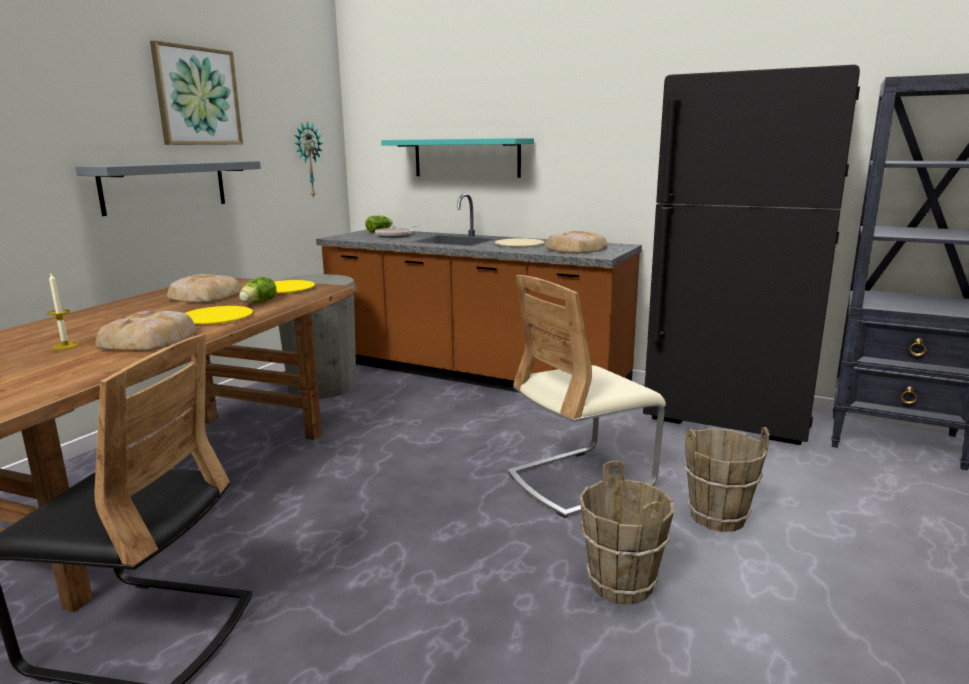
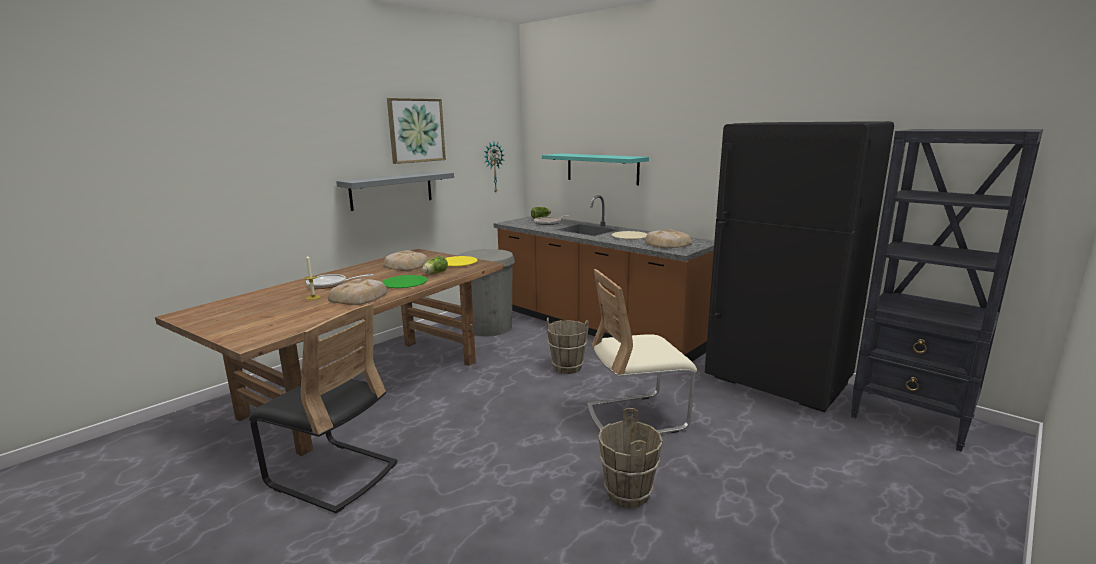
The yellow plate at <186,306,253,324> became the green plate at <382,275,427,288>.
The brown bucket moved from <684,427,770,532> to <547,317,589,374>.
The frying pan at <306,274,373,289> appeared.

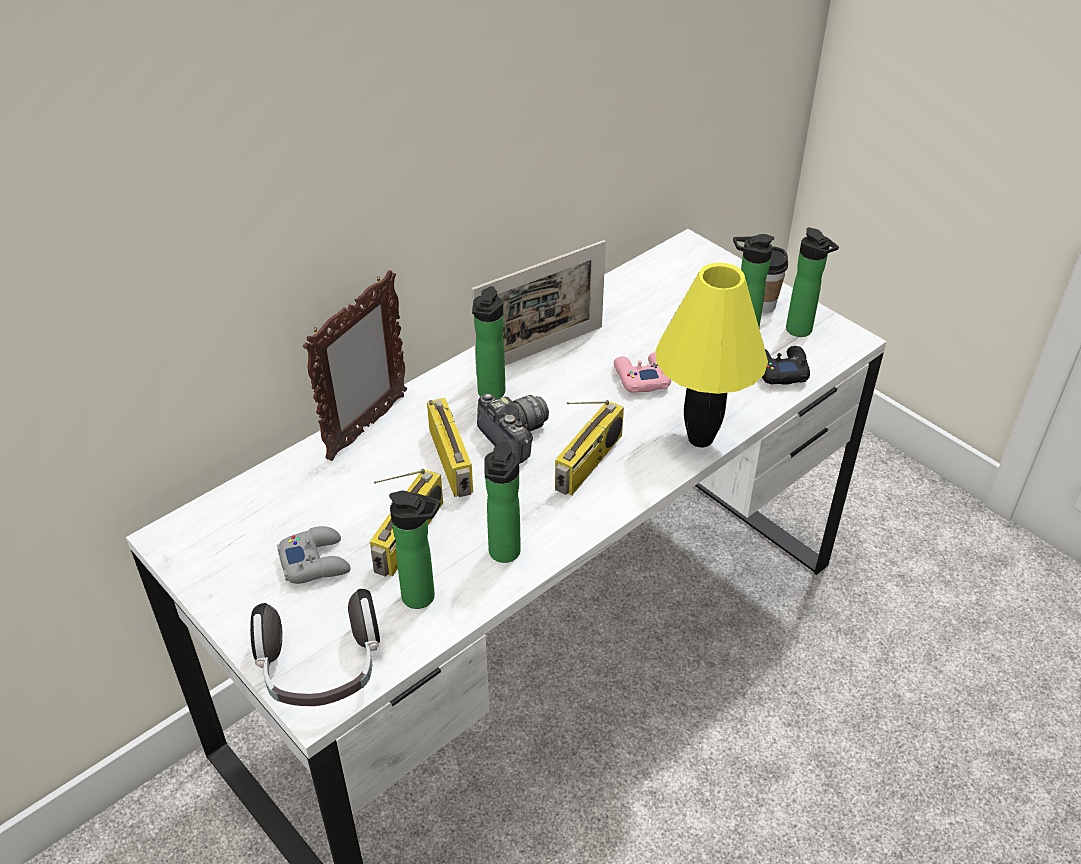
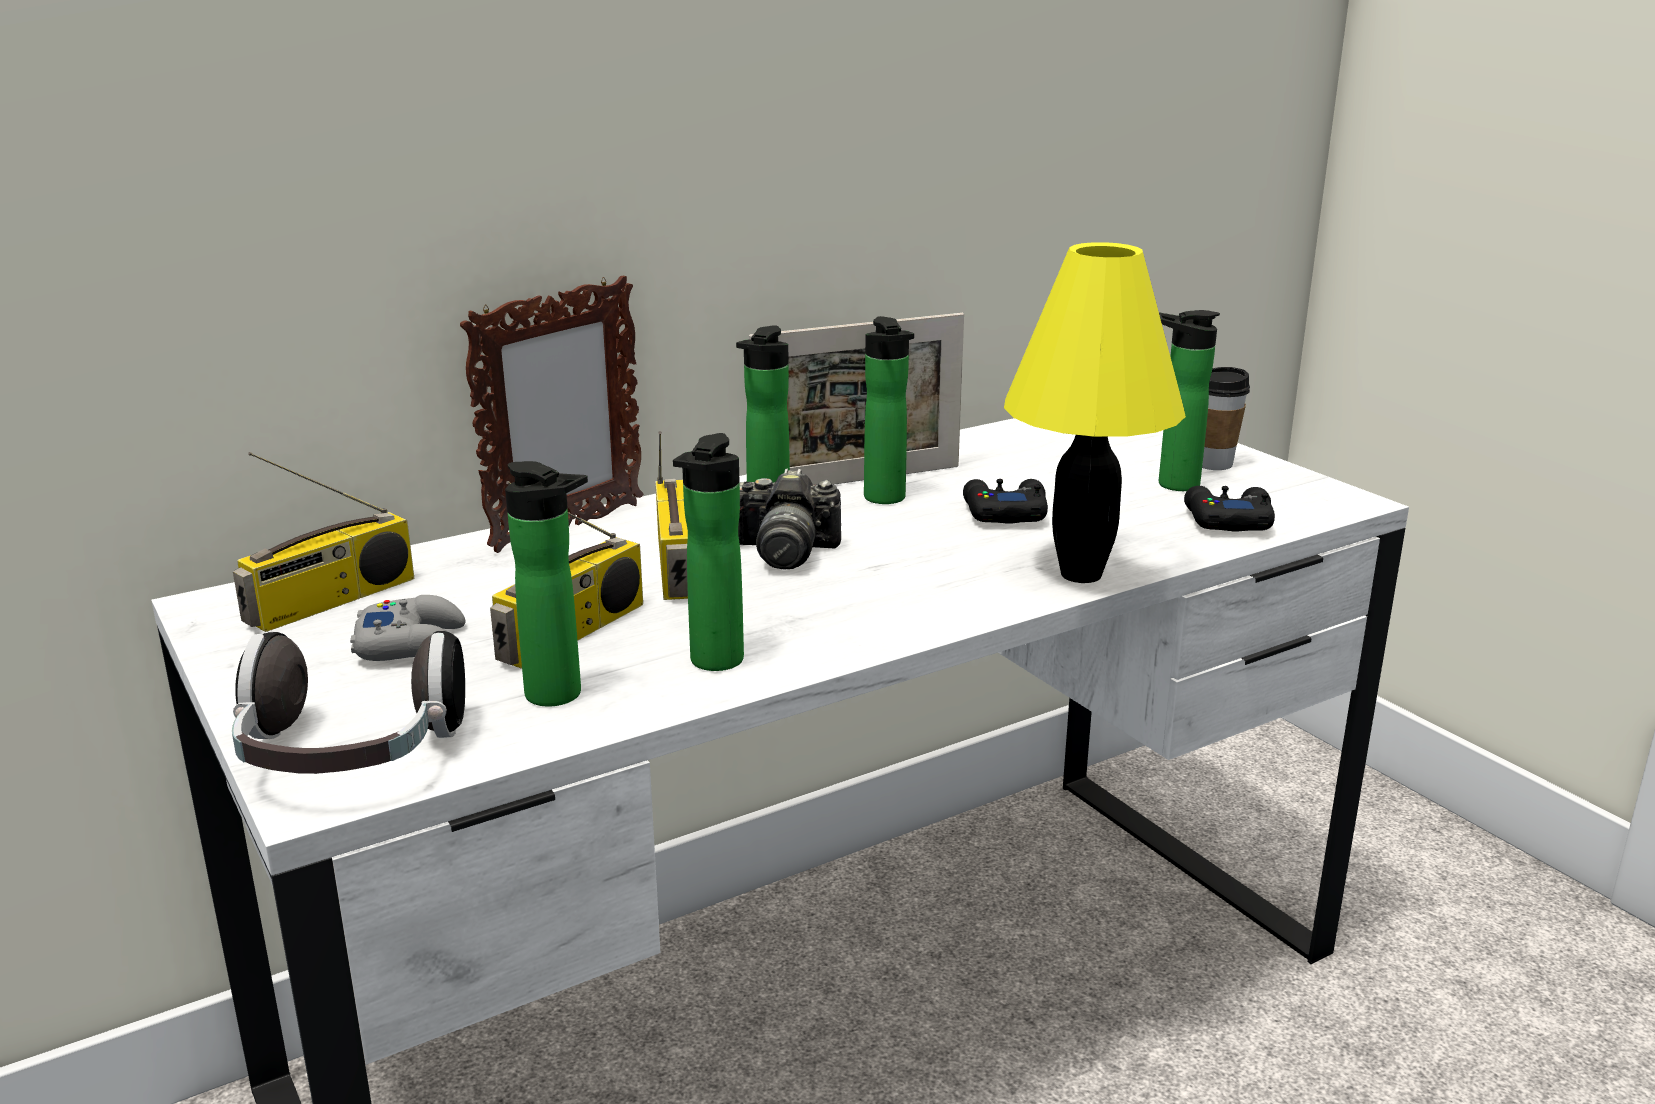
The photo camera at <477,393,549,464> turned 120 degrees clockwise.
The radio moved from <555,400,624,495> to <233,452,414,632>.
The pink game controller at <614,352,671,393> became the black game controller at <963,479,1048,524>.
The bottle moved from <786,228,839,337> to <864,316,914,504>.

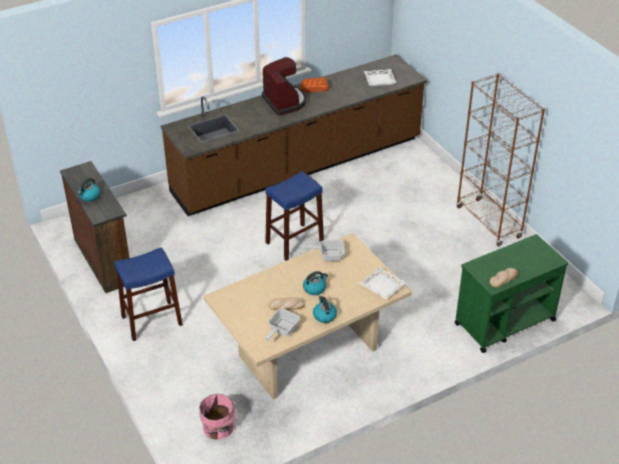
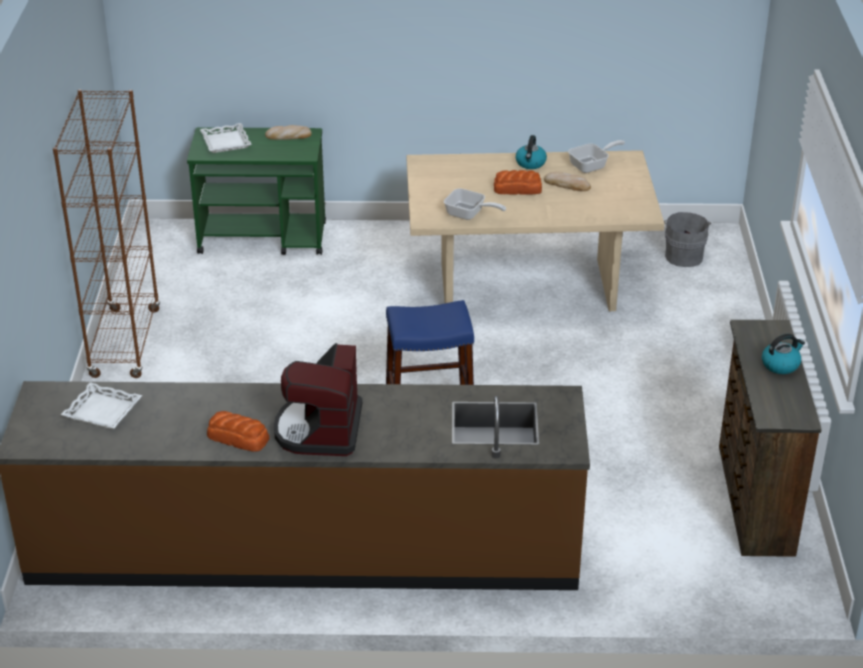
The blue stool at <114,247,183,341> disappeared.
The pink bucket at <199,394,237,440> became the grey bucket at <664,212,711,267>.
The kettle at <303,271,328,295> was replaced by the bread at <494,170,542,195>.
The white tray moved from <359,267,407,299> to <200,123,252,153>.

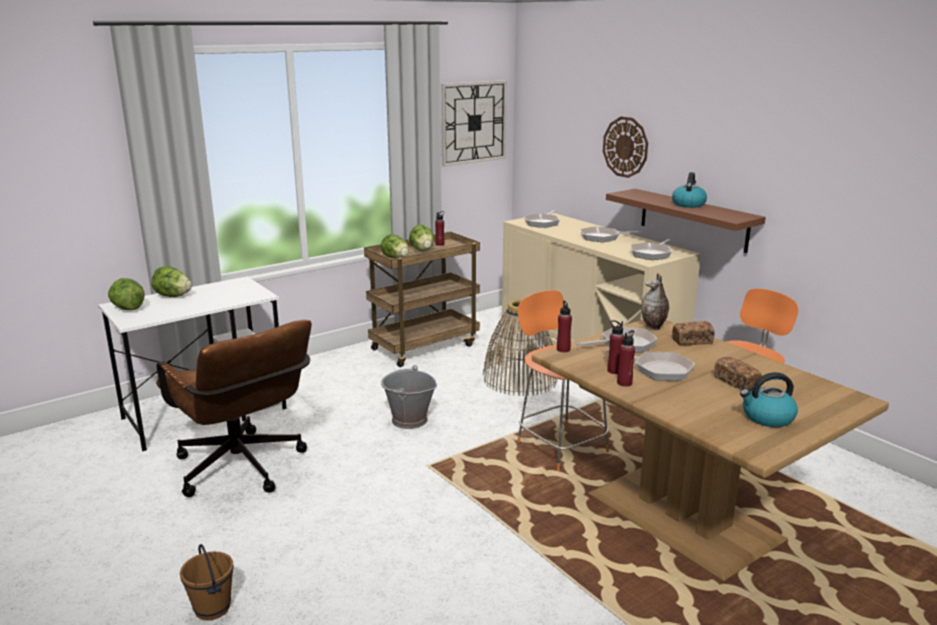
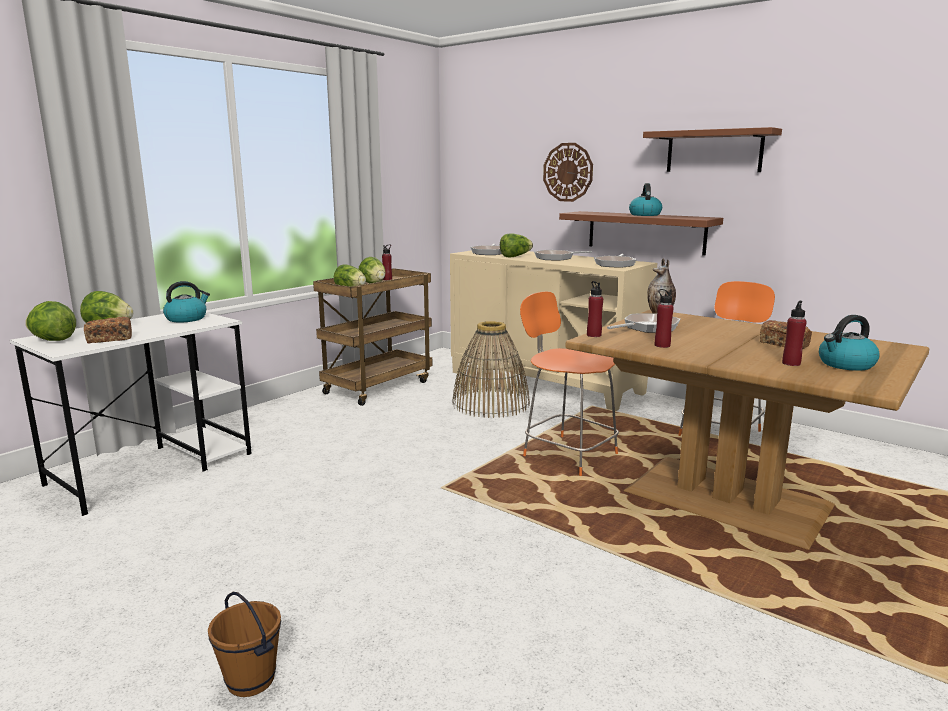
The brown office chair at <156,320,312,497> disappeared.
The grey bucket at <381,365,437,429> disappeared.
The wall clock at <441,80,507,167> disappeared.
The frying pan at <606,350,695,381> disappeared.
The red bottle moved from <617,330,635,387> to <782,301,807,366>.
The bread moved from <672,321,715,346> to <84,317,132,344>.
The kettle at <163,281,210,322> appeared.
The lettuce at <500,233,533,257> appeared.
The brown shelf at <643,127,782,172> appeared.

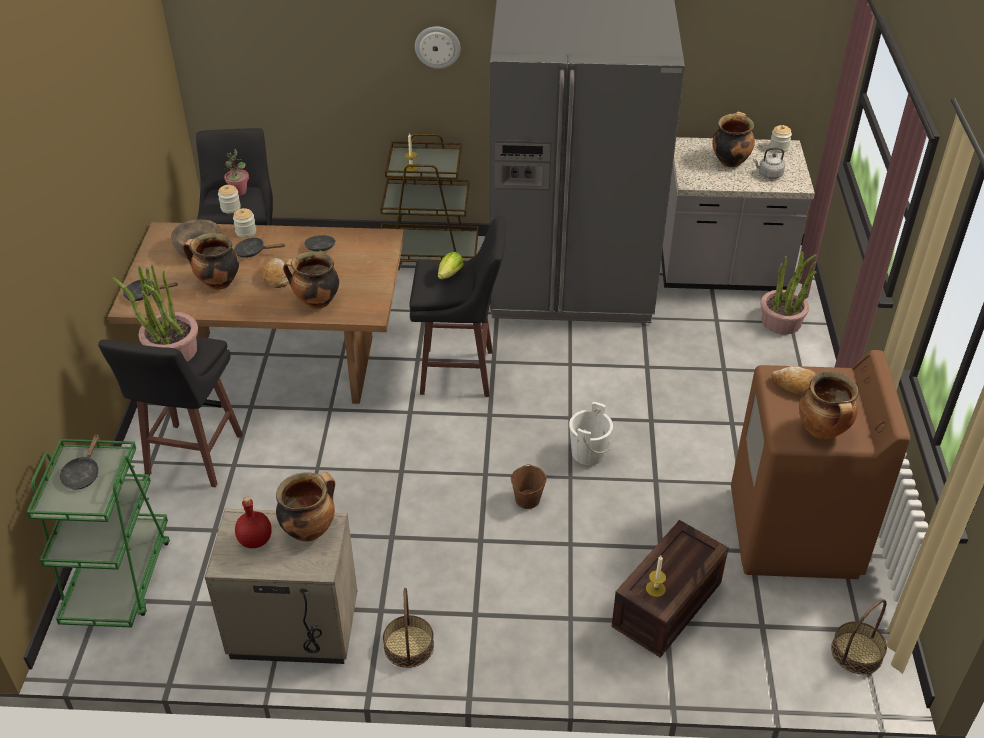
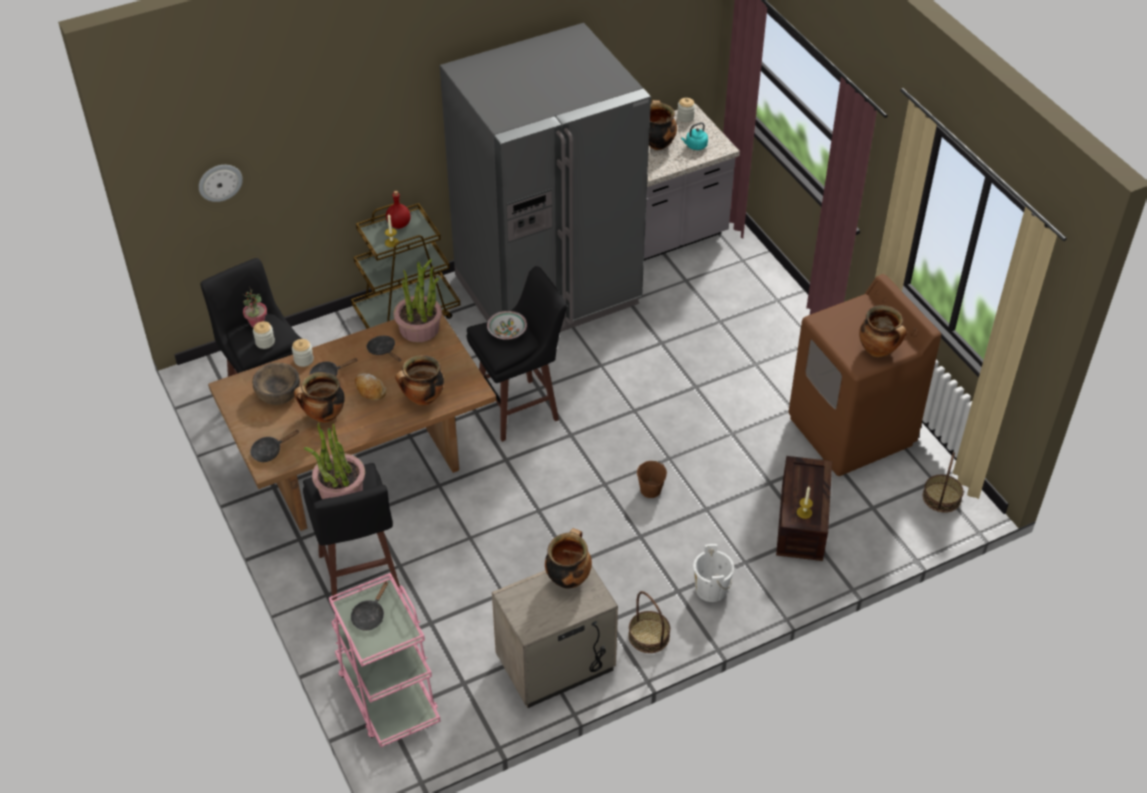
The green cart at <27,439,170,628> became the pink cart at <329,573,440,747>.
The black frying pan at <59,434,99,490> turned 45 degrees clockwise.
The red bottle moved from <235,497,272,548> to <386,191,411,229>.
The wall clock moved from <415,26,461,69> to <199,165,243,202>.
The lettuce at <438,252,464,279> was replaced by the bowl at <487,311,527,340>.
The white bucket moved from <569,402,613,465> to <693,544,734,602>.
The grey kettle at <753,147,785,179> became the turquoise kettle at <681,122,708,150>.
The potted plant moved from <760,252,817,334> to <393,259,442,342>.
The bread at <771,366,816,395> disappeared.

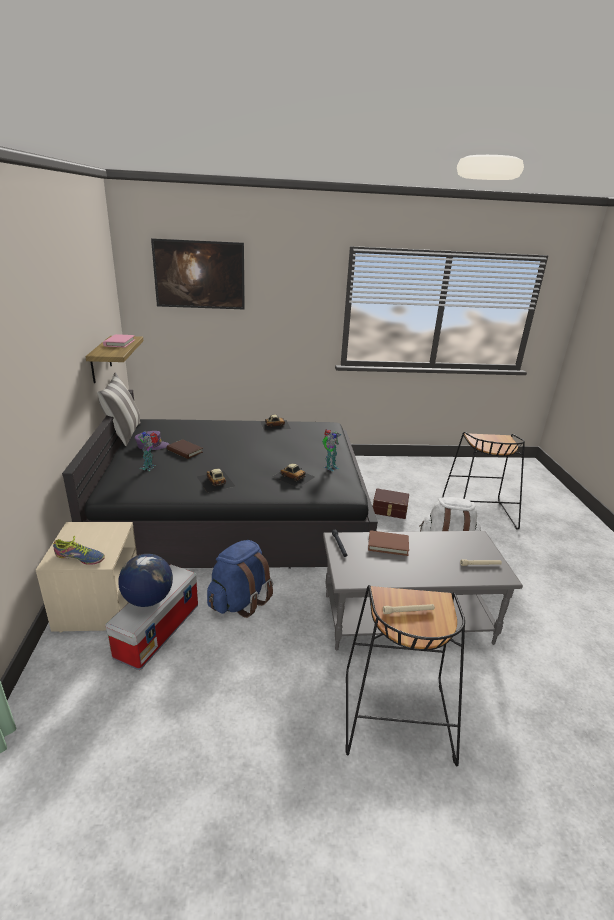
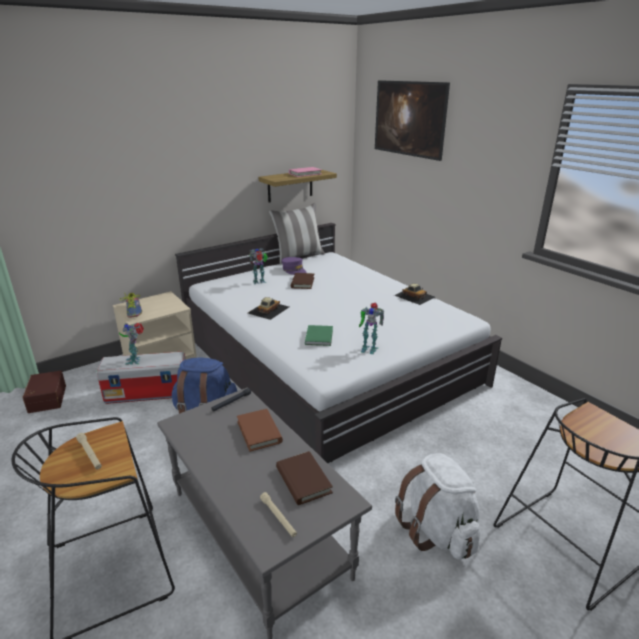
The black bed at <62,390,378,569> became the white bed at <175,223,502,463>.
The globe at <118,554,173,607> was replaced by the toy robot at <119,323,144,365>.
The toy car at <272,464,315,488> was replaced by the green book at <305,325,333,346>.
The brown storage box moved from <373,489,409,519> to <22,371,66,413>.
The brown book at <276,451,333,505> appeared.

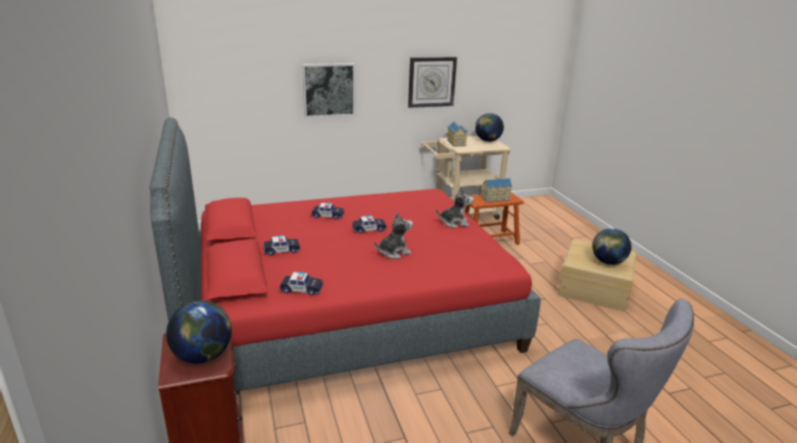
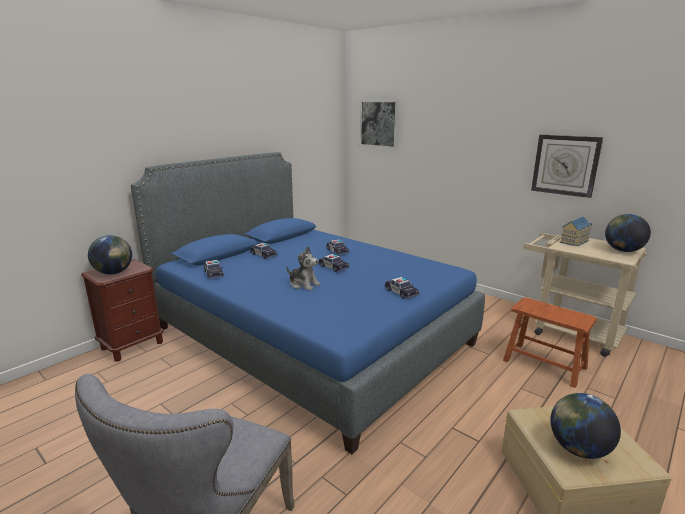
The red bed at <150,117,541,392> became the blue bed at <131,152,485,454>.
The picture moved from <302,63,355,118> to <360,100,399,148>.
The plush toy at <436,187,474,228> was replaced by the toy car at <384,277,419,299>.
The toy house at <482,178,512,202> disappeared.

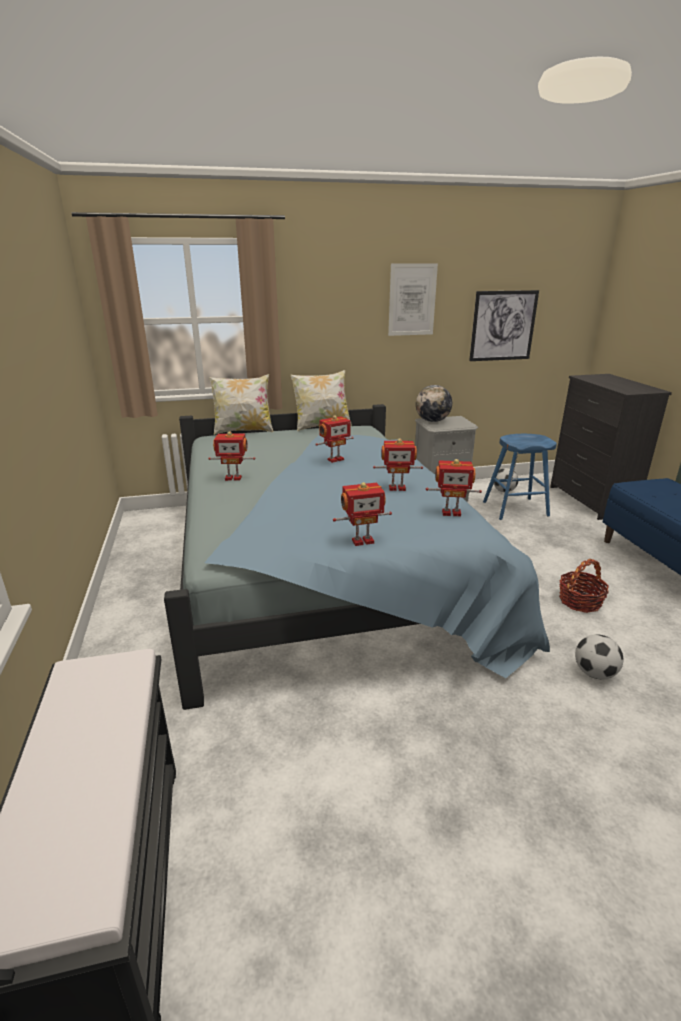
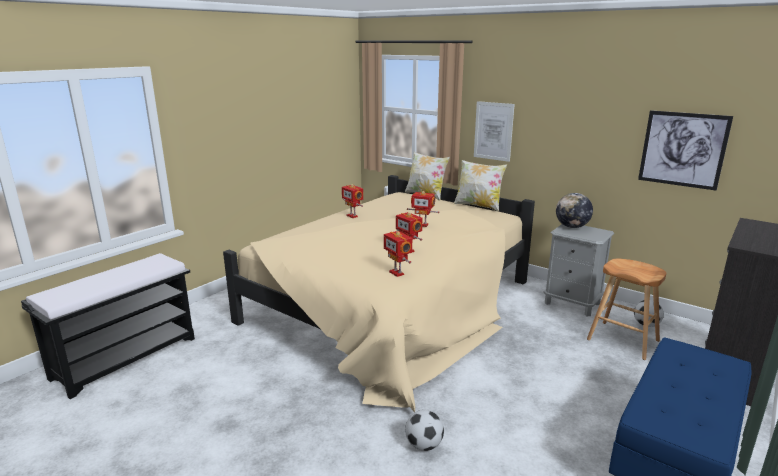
The blue bed at <164,404,550,710> became the beige bed at <223,175,535,413>.
The toy robot at <333,482,392,546> disappeared.
The picture moved from <388,263,438,336> to <474,101,515,162>.
The blue stool at <483,434,557,520> became the brown stool at <587,259,666,360>.
The basket at <559,559,609,613> disappeared.

